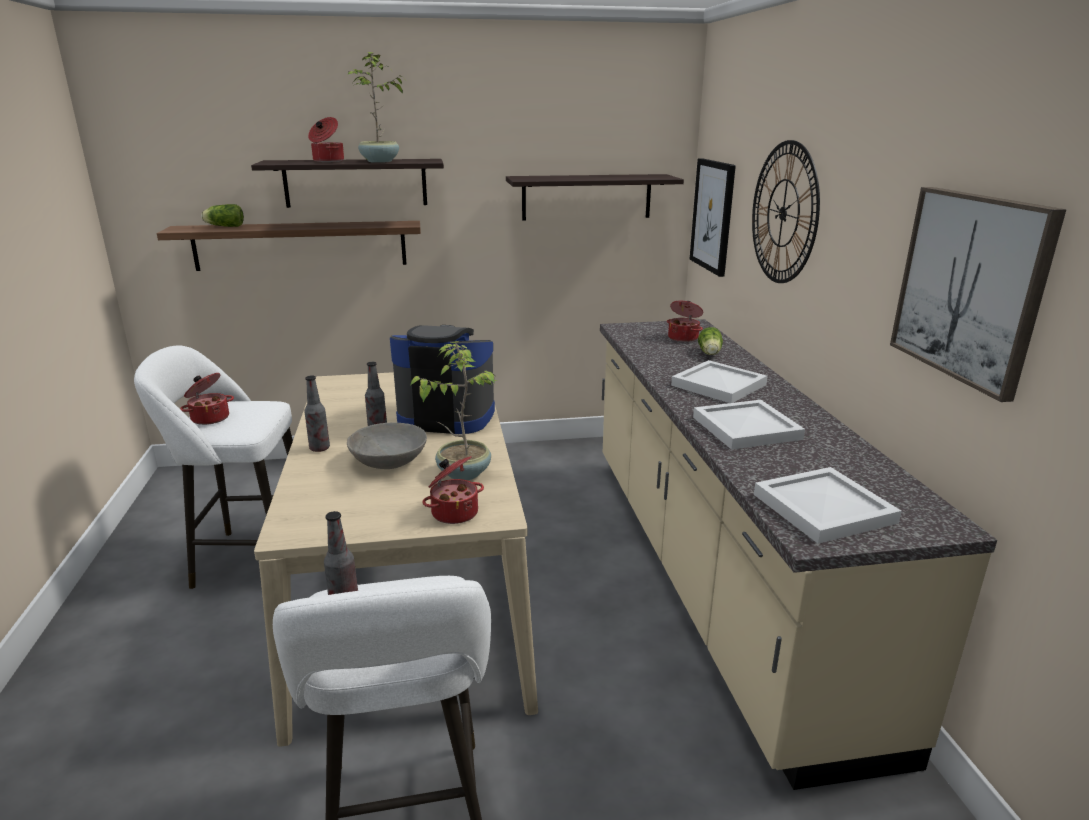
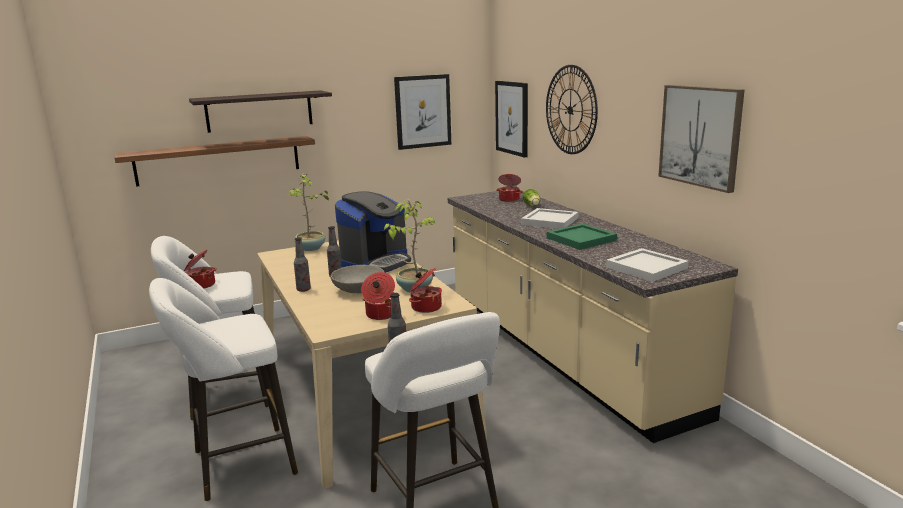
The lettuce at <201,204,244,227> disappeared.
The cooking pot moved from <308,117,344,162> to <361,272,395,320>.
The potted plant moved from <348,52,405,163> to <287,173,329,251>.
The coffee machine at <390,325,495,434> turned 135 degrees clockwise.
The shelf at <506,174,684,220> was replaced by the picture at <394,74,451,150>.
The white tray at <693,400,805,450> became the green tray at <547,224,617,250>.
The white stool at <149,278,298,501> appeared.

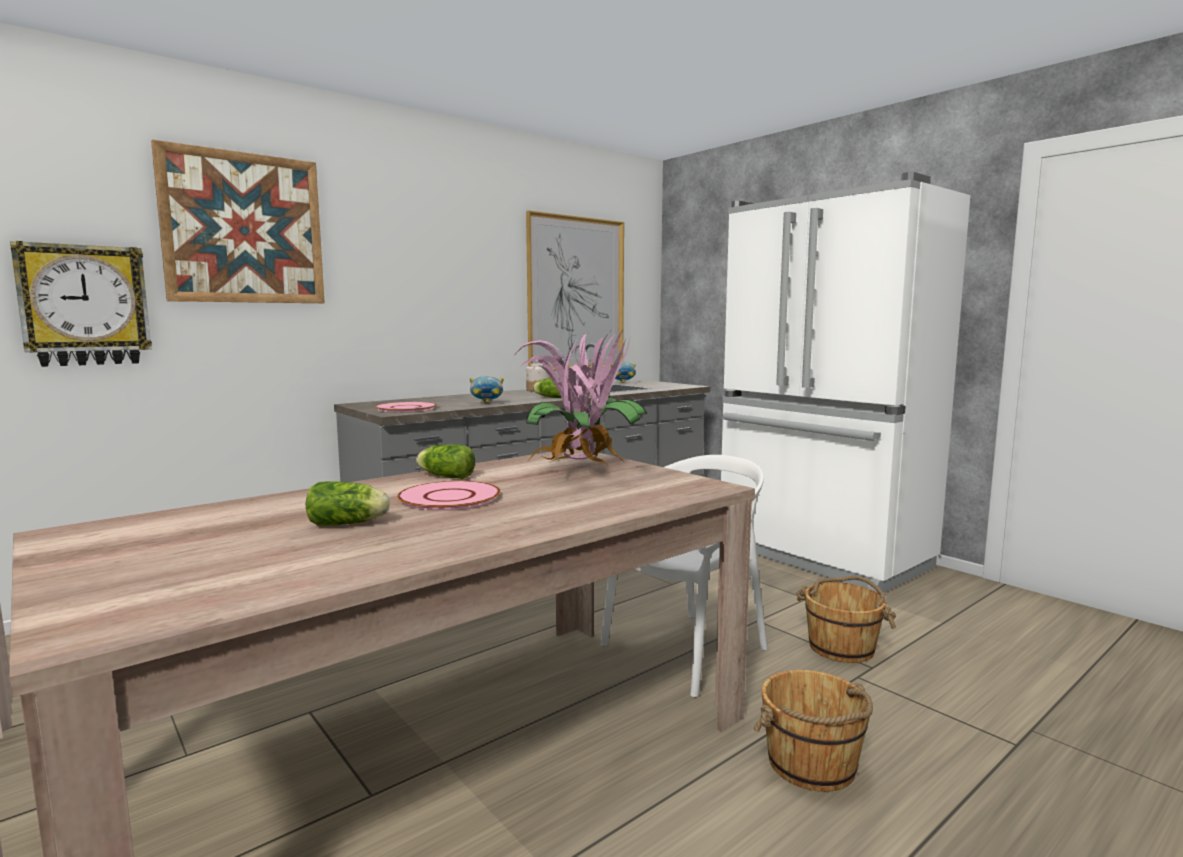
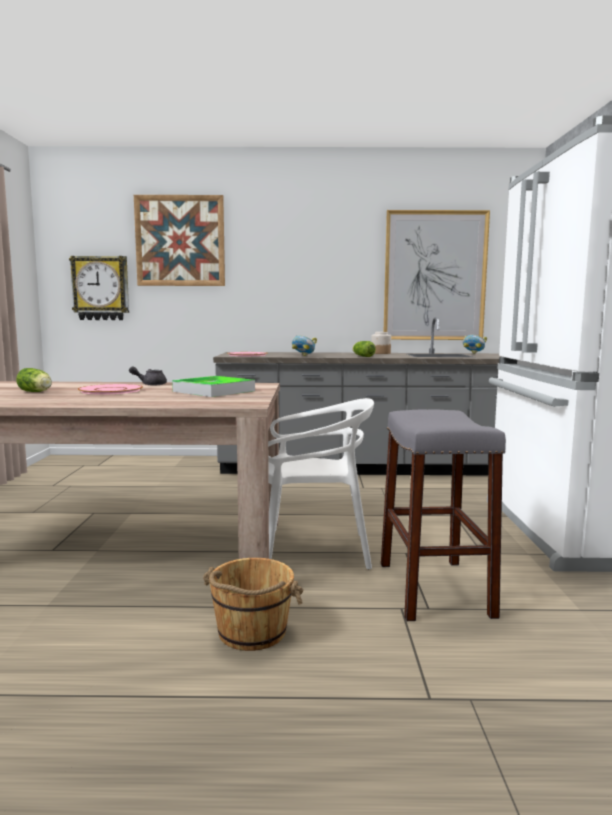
The lettuce at <416,444,475,479> was replaced by the grey teapot at <129,366,167,385>.
The potted plant at <515,328,647,465> was replaced by the tray at <172,376,255,397>.
The brown bucket at <796,576,896,663> was replaced by the grey stool at <381,409,506,621>.

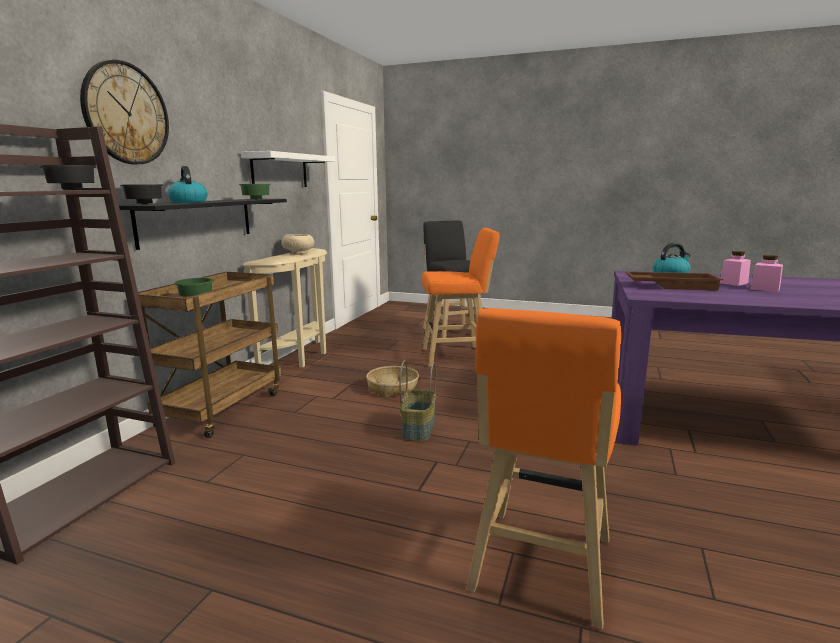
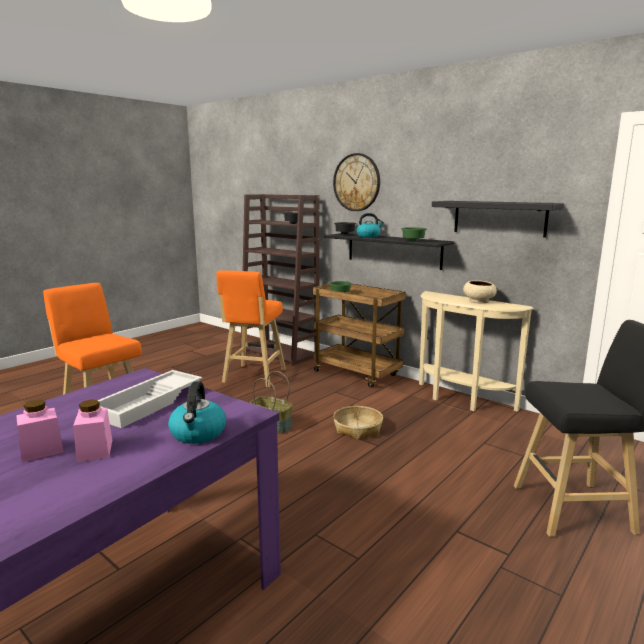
The white shelf at <241,151,335,187> became the black shelf at <432,201,564,238>.
The orange stool moved from <422,228,500,367> to <216,270,286,388>.
The brown tray at <626,272,723,291> became the white tray at <98,370,202,428>.

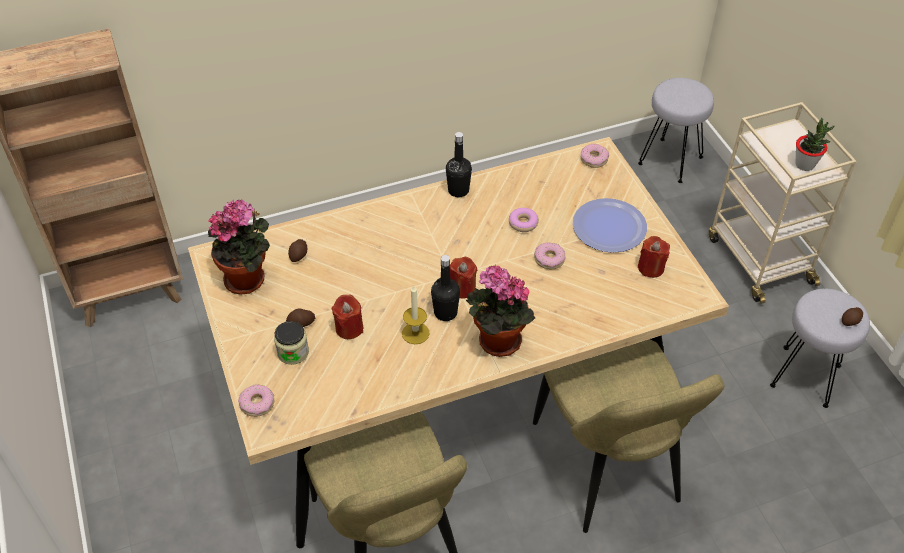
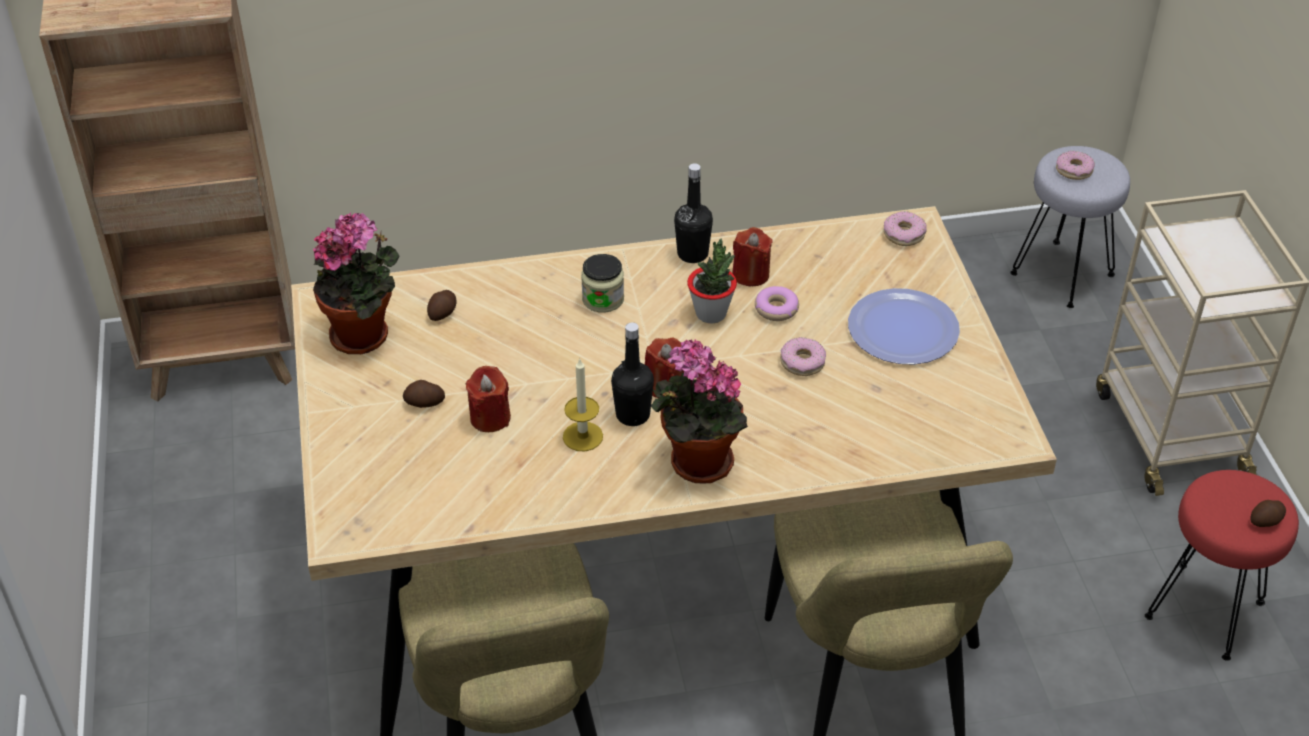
The donut moved from <238,384,274,417> to <1056,151,1095,180>.
The jar moved from <274,321,309,365> to <581,254,624,313>.
The red candle moved from <638,236,670,278> to <732,227,773,286>.
The grey stool at <770,289,870,408> became the red stool at <1145,470,1299,661>.
The potted plant moved from <796,118,835,171> to <687,239,737,323>.

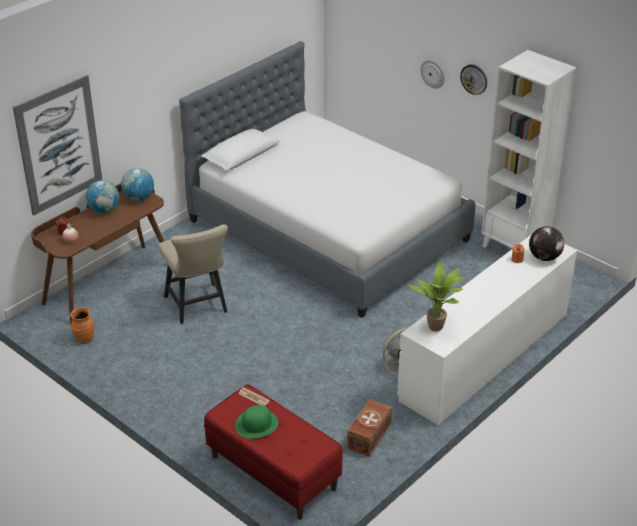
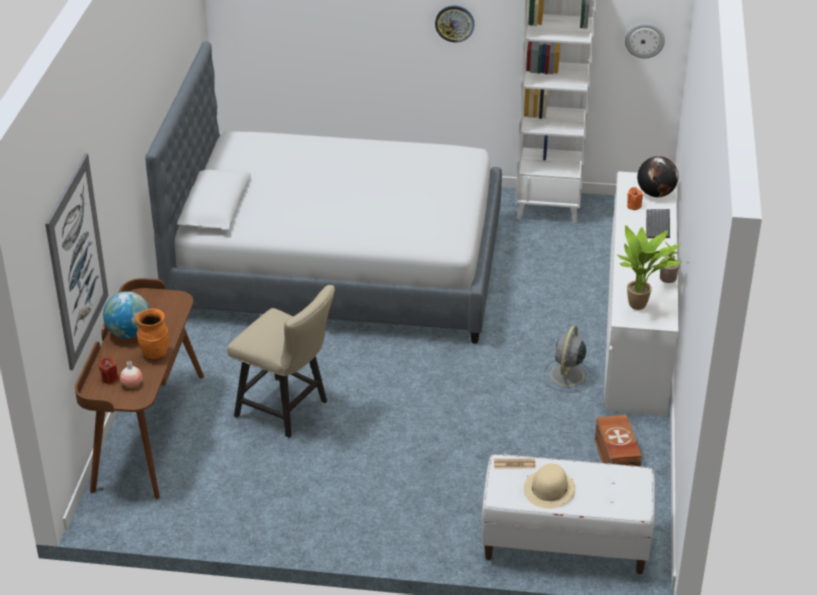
The orange vase moved from <70,307,94,344> to <136,308,169,360>.
The globe at <121,168,154,201> disappeared.
The red bench at <204,384,343,520> became the white bench at <482,454,655,574>.
The green hat at <235,405,279,439> became the beige hat at <524,463,576,509>.
The wall clock moved from <420,60,445,89> to <625,23,665,59>.
The keyboard at <646,209,670,238> appeared.
The potted plant at <660,242,680,283> appeared.

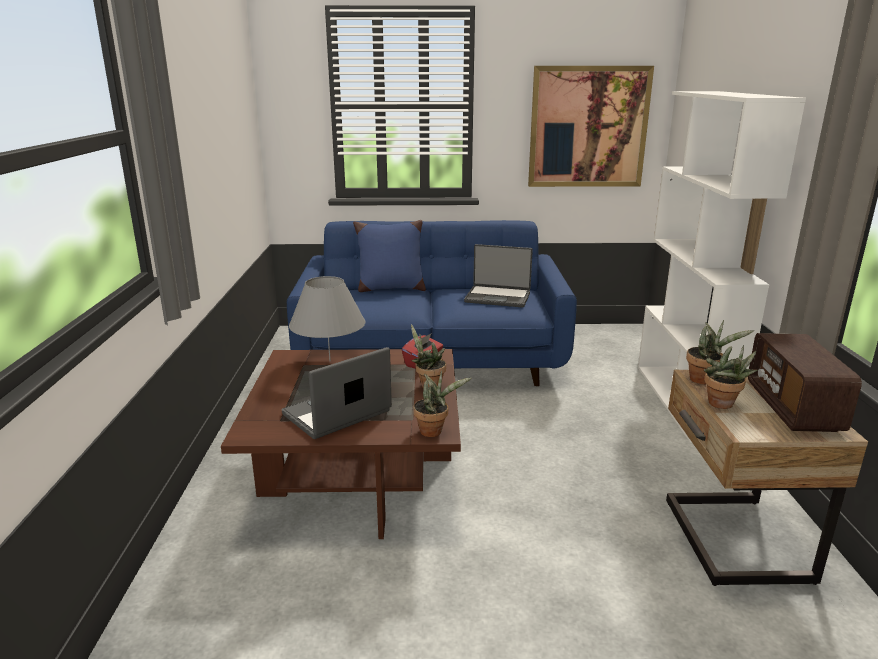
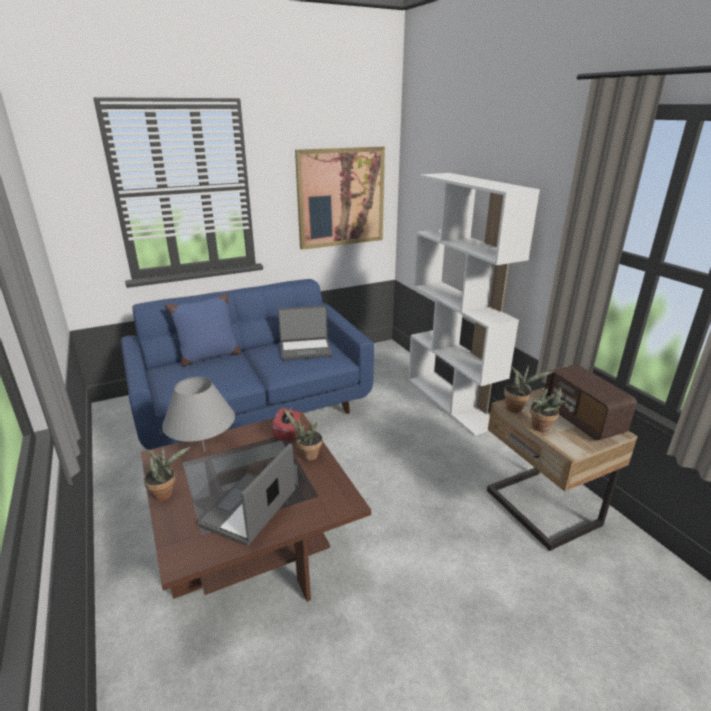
The potted plant moved from <413,371,471,437> to <144,446,190,501>.

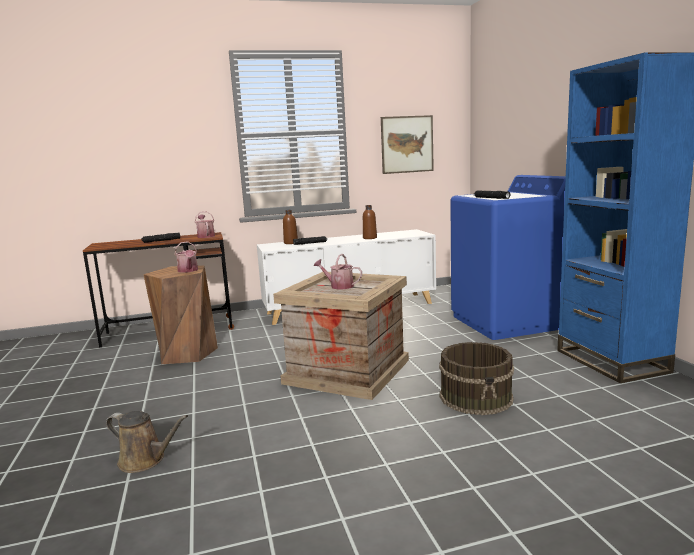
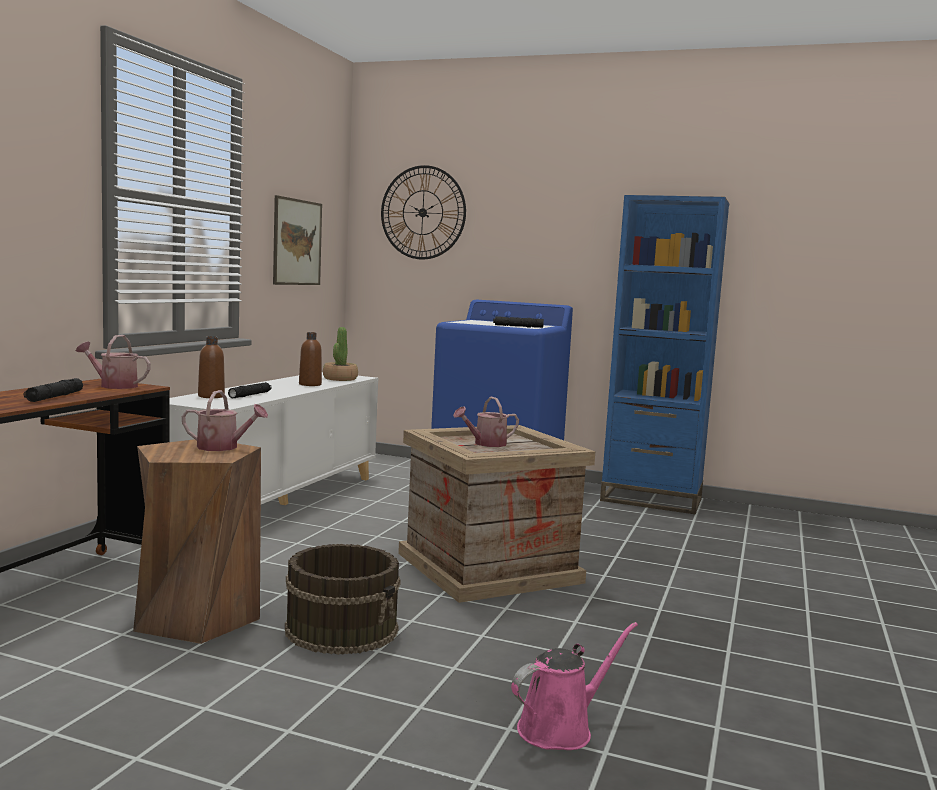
The brown watering can at <106,411,188,473> became the pink watering can at <511,622,638,750>.
The brown bucket moved from <439,342,514,415> to <285,544,401,655>.
The potted plant at <323,327,358,381> appeared.
The wall clock at <381,165,466,259> appeared.

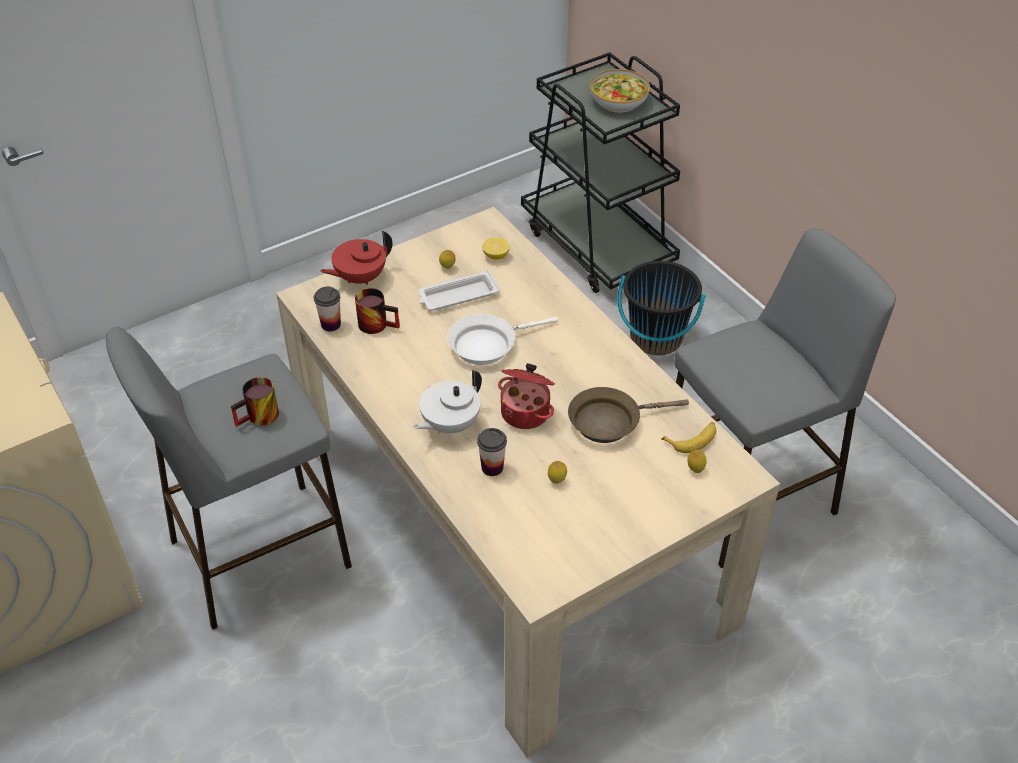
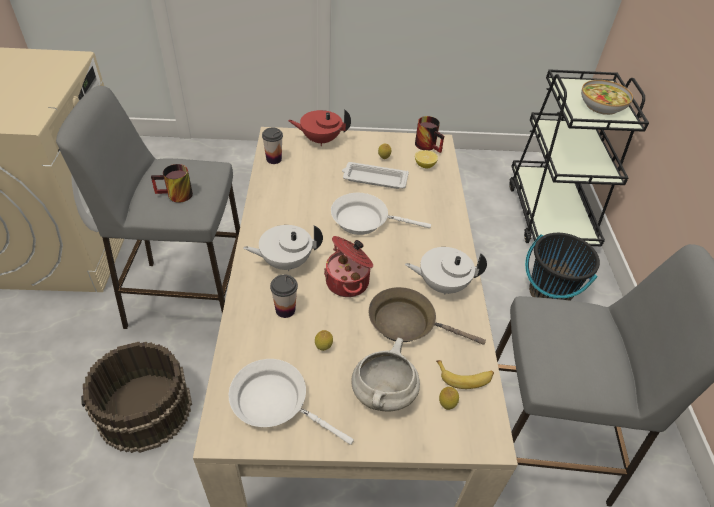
The mug moved from <355,288,400,334> to <415,116,444,153>.
The brown bucket at <81,342,192,453> appeared.
The white frying pan at <229,359,354,445> appeared.
The white cooking pot at <351,338,420,411> appeared.
The white teapot at <405,247,487,295> appeared.

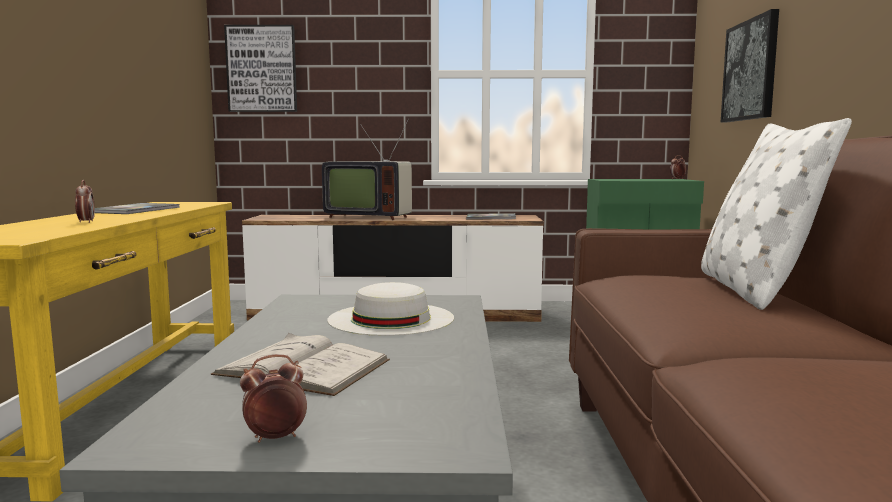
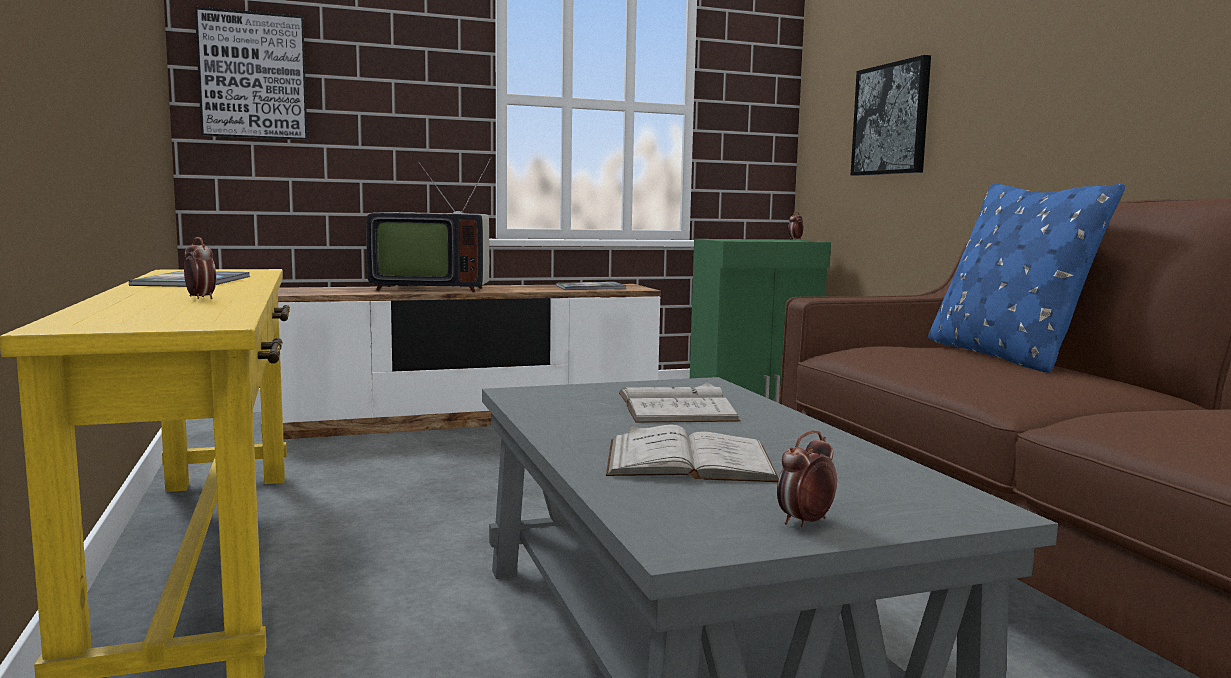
The white hat at <327,282,454,336> was replaced by the white book at <619,381,740,423>.
The white pillow at <701,118,852,310> became the blue pillow at <928,183,1125,373>.

